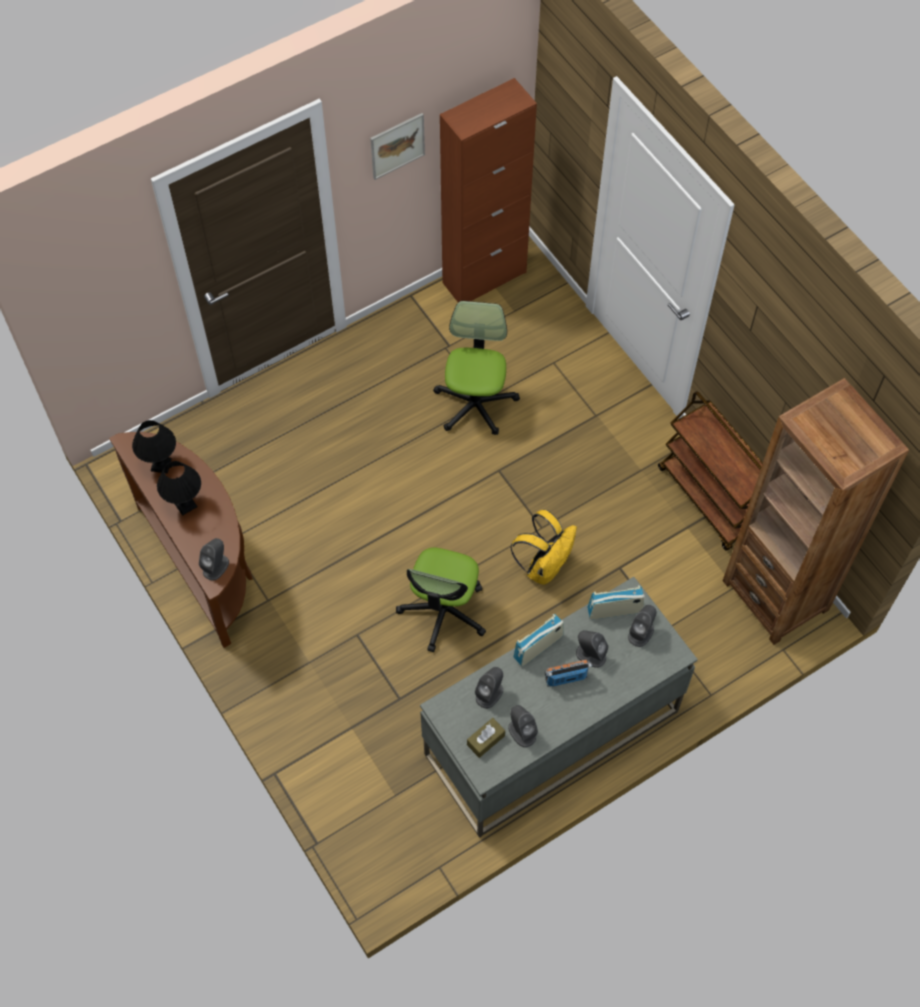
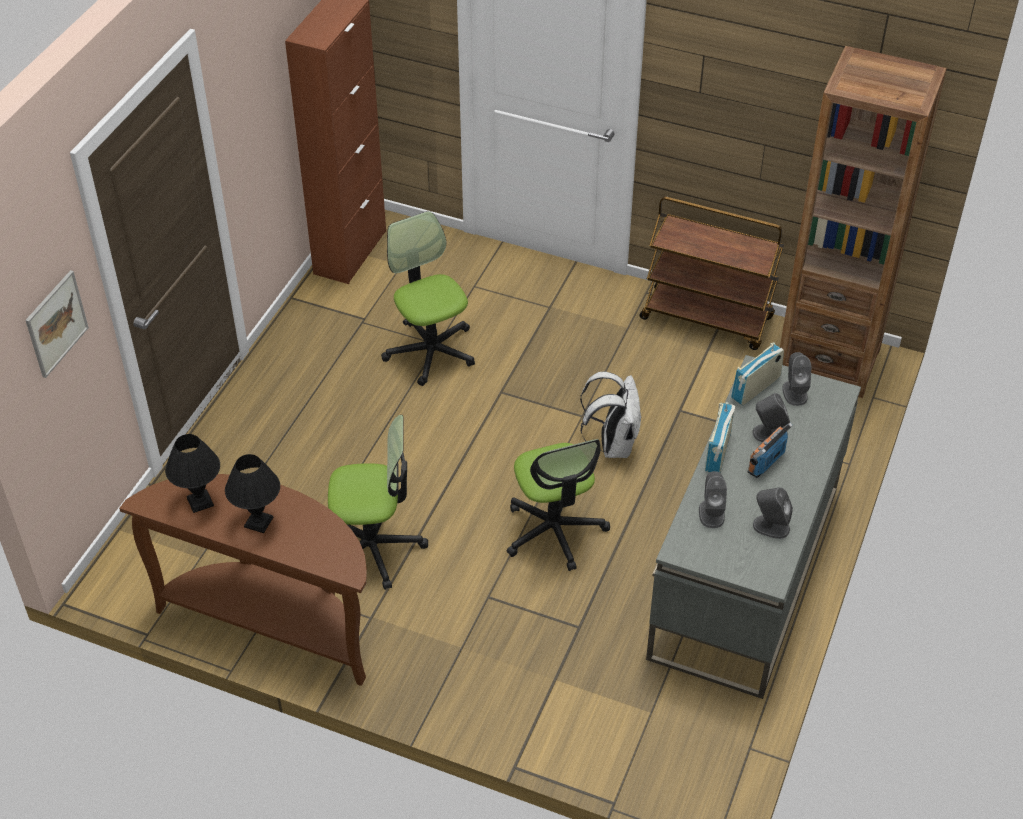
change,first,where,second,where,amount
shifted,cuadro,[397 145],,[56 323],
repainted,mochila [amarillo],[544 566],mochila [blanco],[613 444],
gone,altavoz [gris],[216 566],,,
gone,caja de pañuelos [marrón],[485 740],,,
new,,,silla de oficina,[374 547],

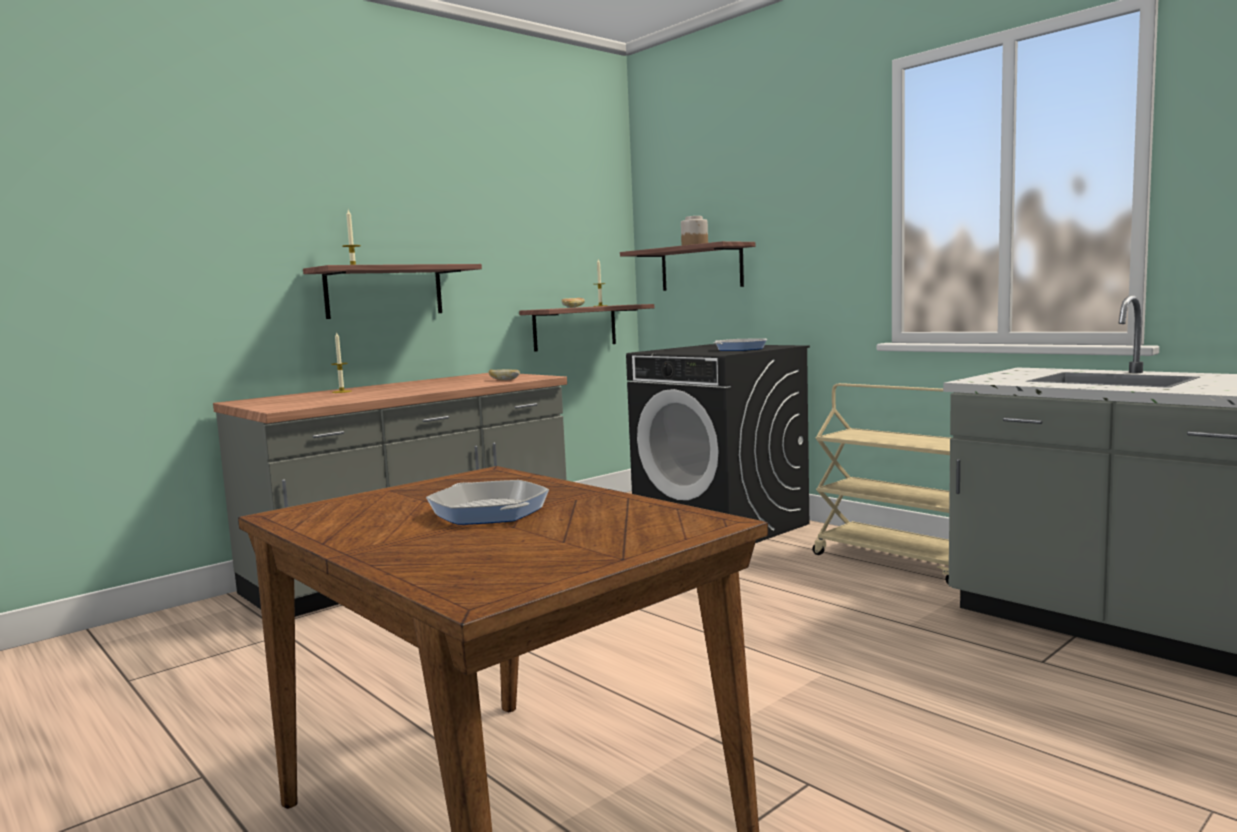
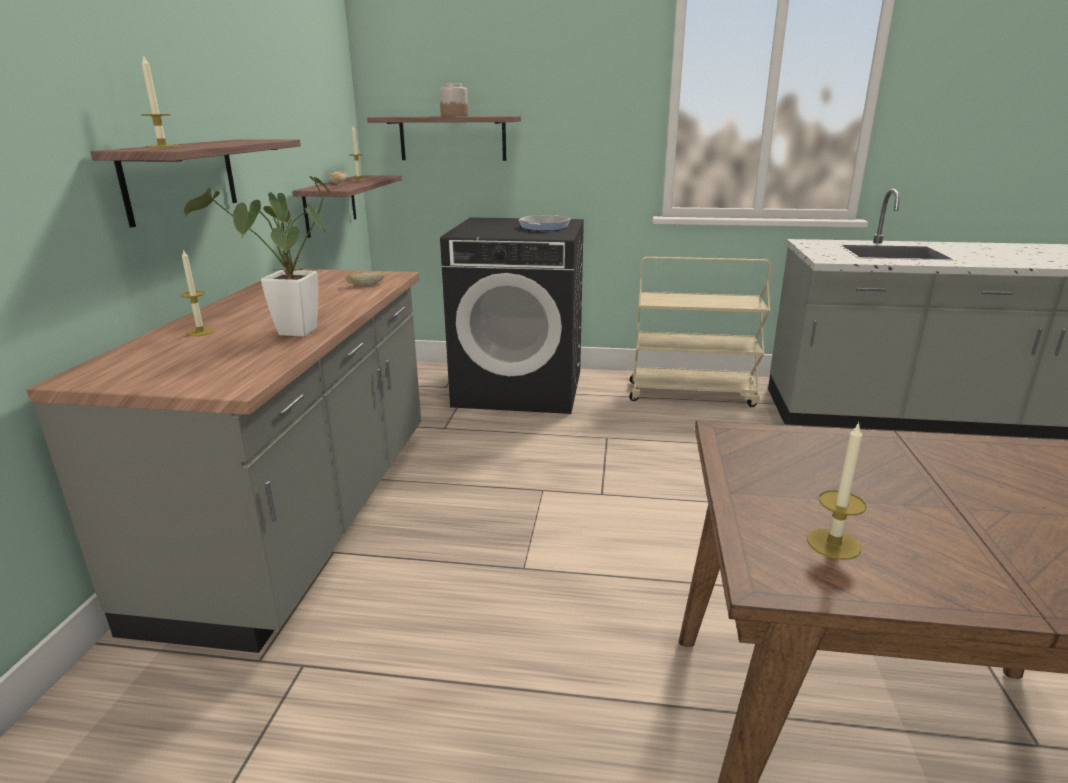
change,first,where,second,where,amount
gone,sartén,[489 511],,,
new,,,planta en maceta,[293 335],
new,,,vela,[833 544],

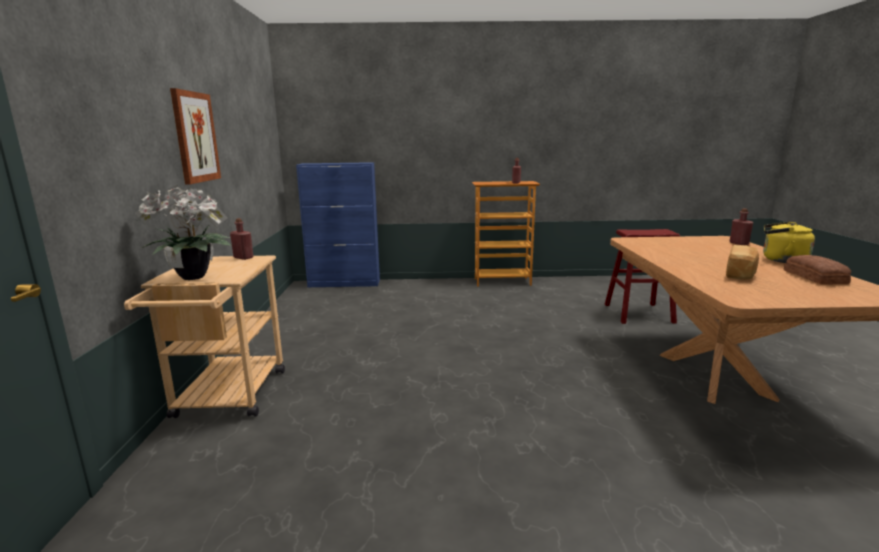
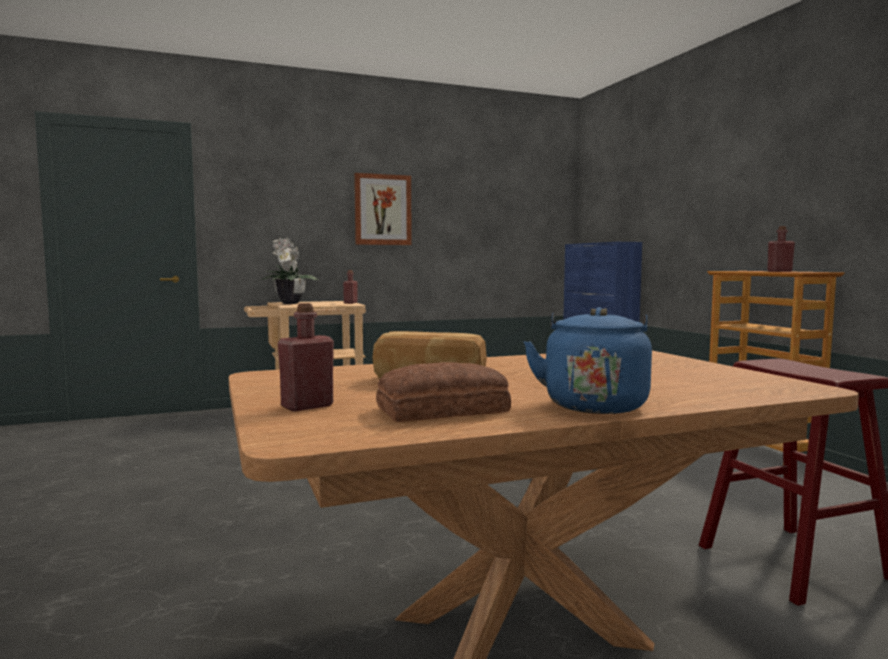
change,first,where,second,where,amount
shifted,botella [rojo],[739 243],,[307 406],
repainted,hervidor [amarillo],[781 260],hervidor [azul],[594 404],

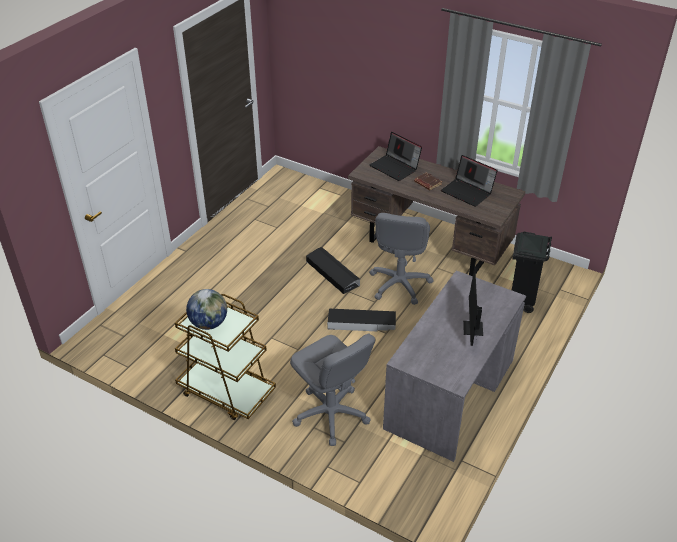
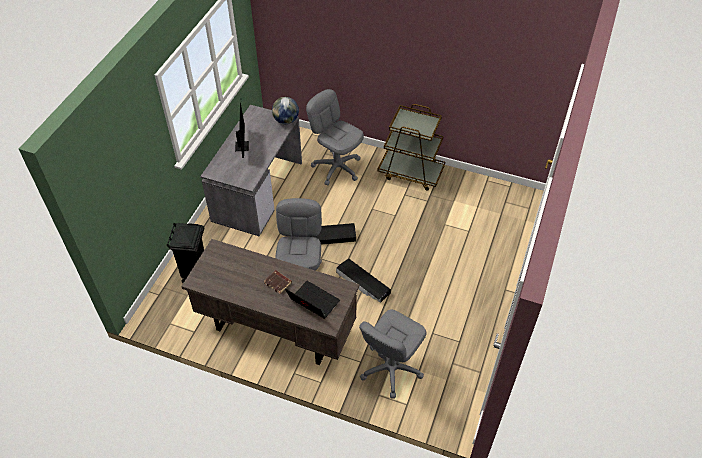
change,first,where,second,where,amount
gone,portátil,[468 192],,,
shifted,globo terráqueo,[209 323],,[286 120],
new,,,silla de oficina [gris],[390 369],

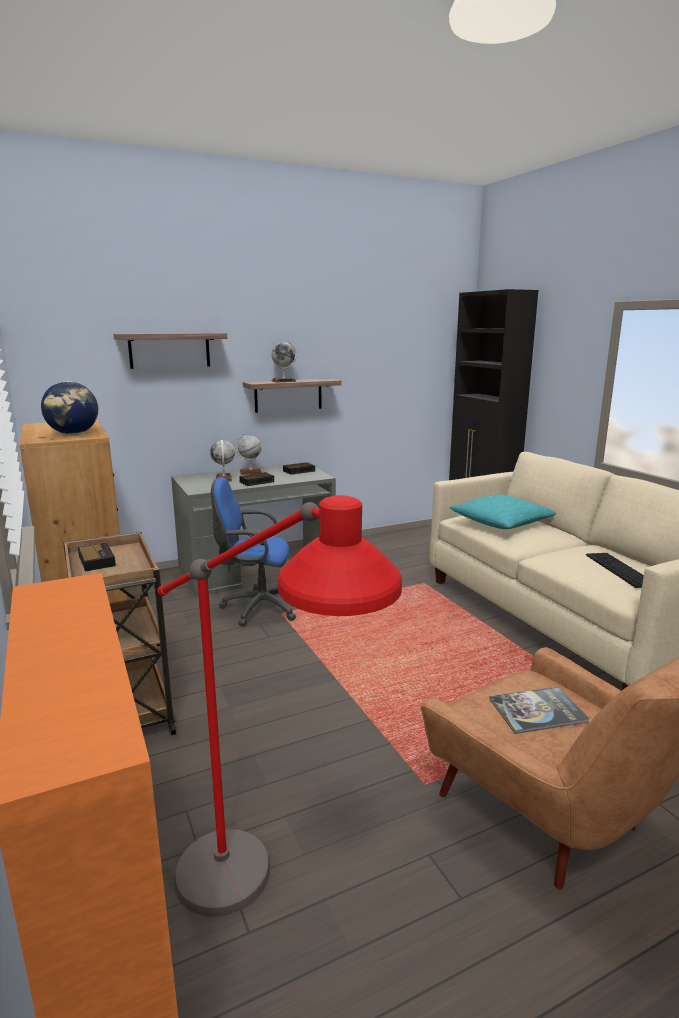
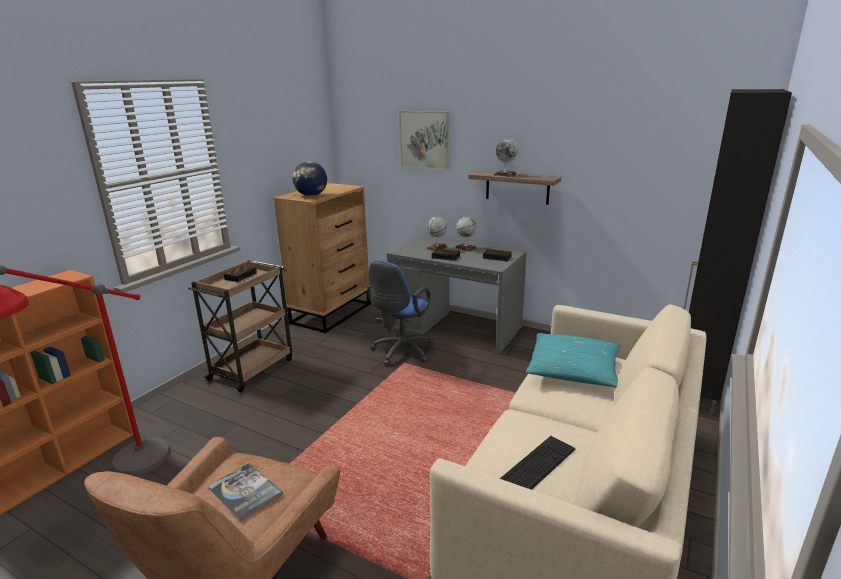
change,first,where,second,where,amount
swapped,estante,[169 350],cuadro,[425 140],
rotated,silla de oficina [azul],[257 608],,[401 352],120 degrees counterclockwise

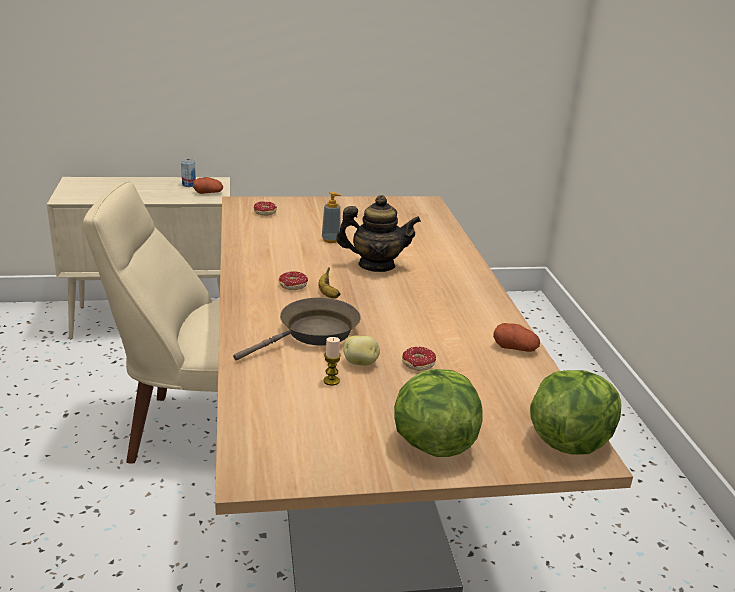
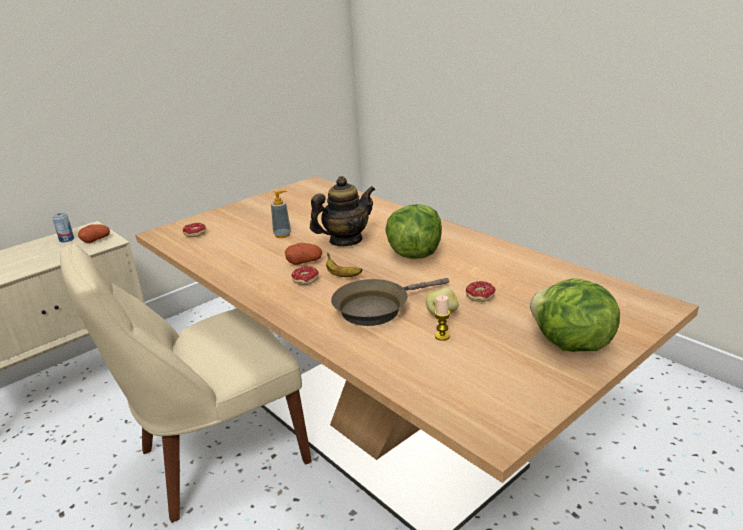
change,first,where,second,where,amount
rotated,sartén [marrón],[313 333],,[376 308],135 degrees counterclockwise
shifted,patata,[515 348],,[304 262],
shifted,lechuga,[569 441],,[414 254],

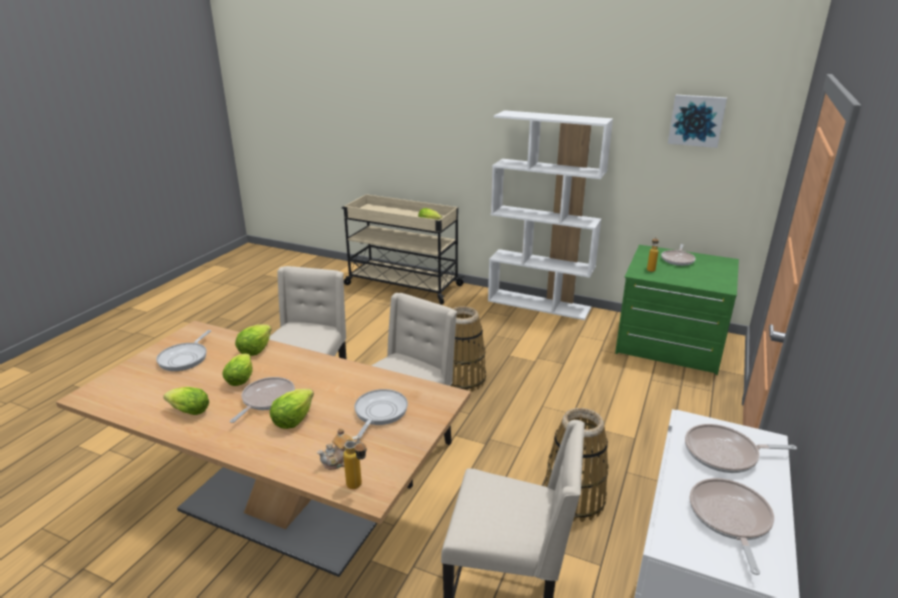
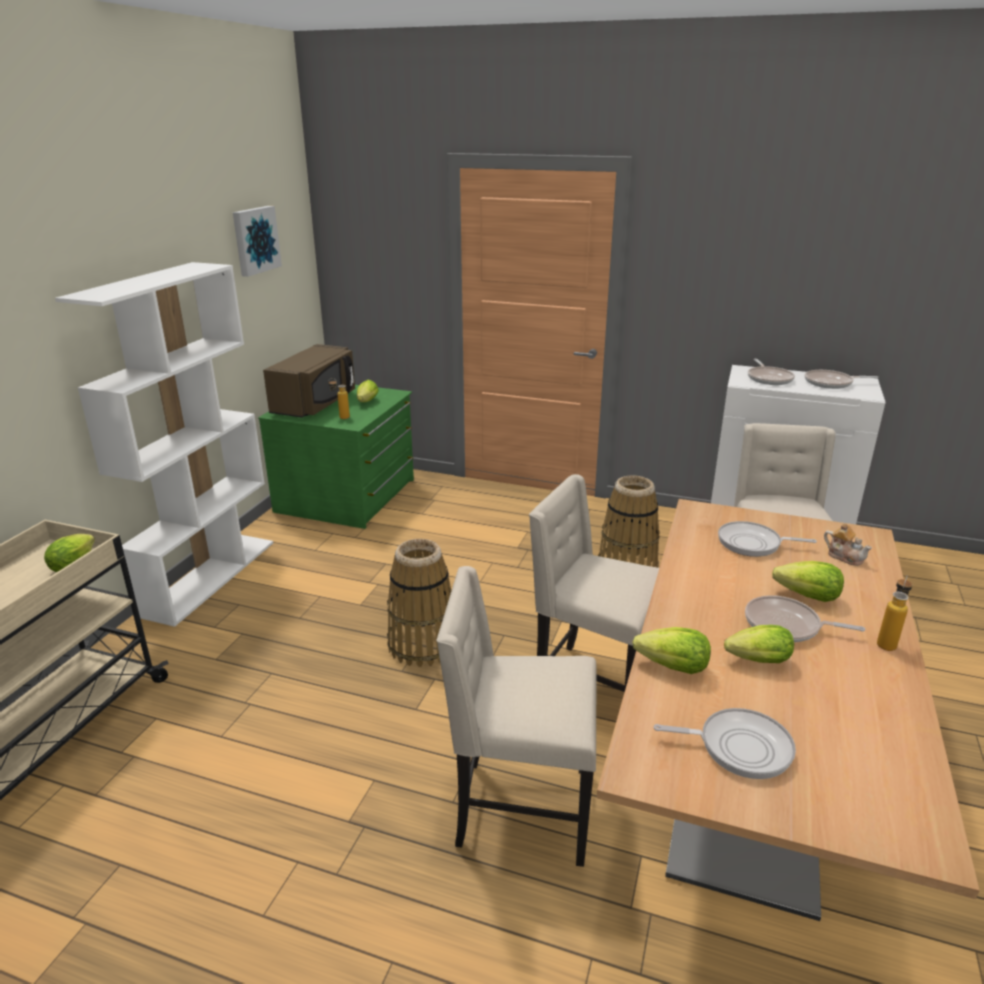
change,first,where,second,where,amount
swapped,sartén,[678 259],microondas [marrón],[316 403],
shifted,lechuga,[187 411],,[366 402],
shifted,botella,[358 487],,[887 642],

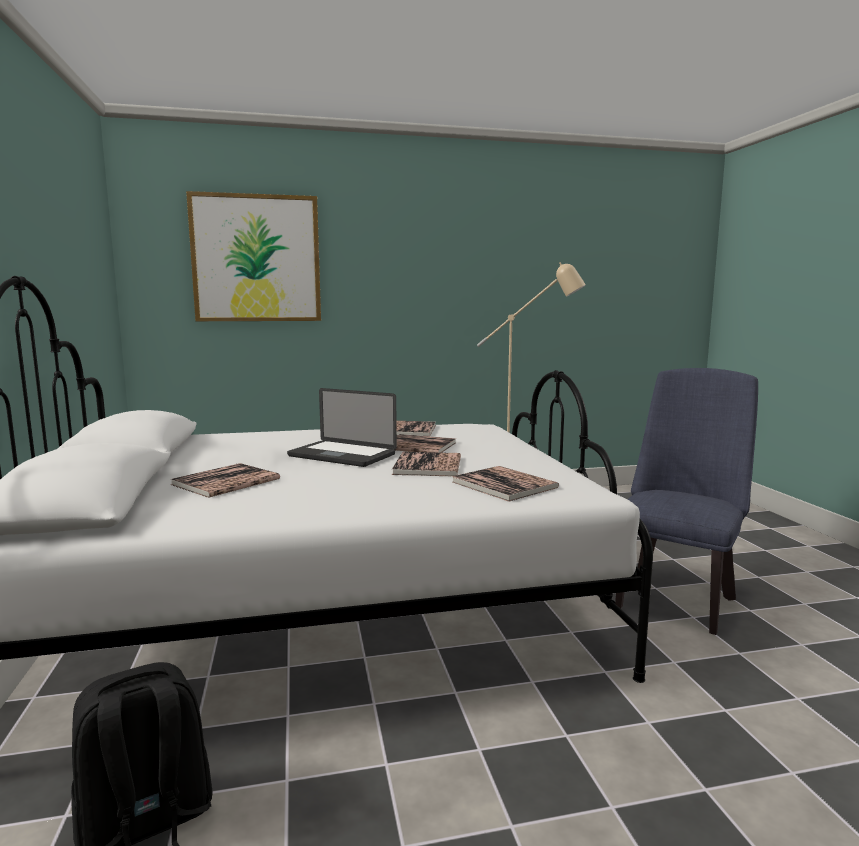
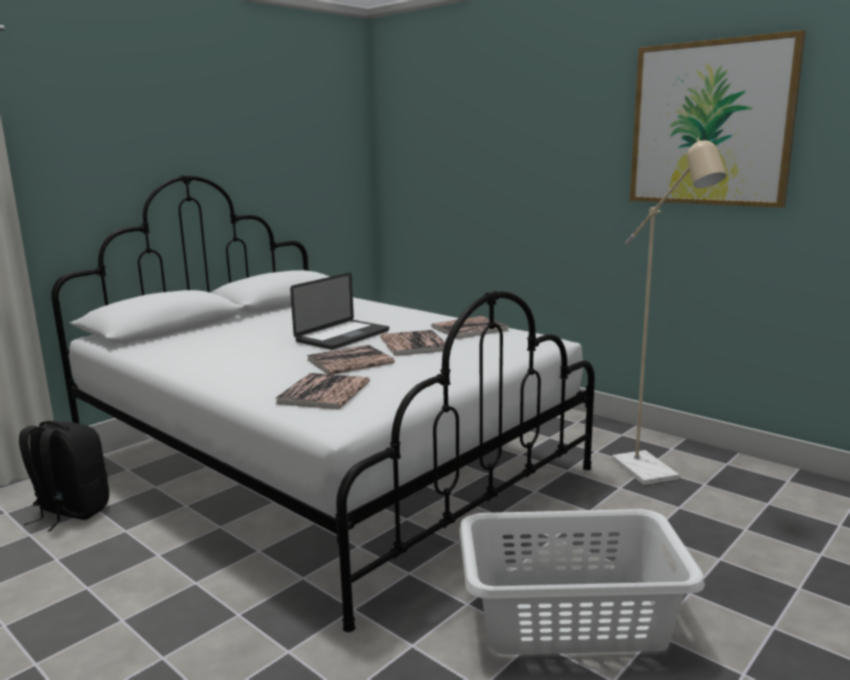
change,first,where,second,where,amount
shifted,cuadro,[256 259],,[710 124],
swapped,silla [azul],[677 598],cesto de la ropa [blanco],[572 618],
rotated,portátil,[342 455],,[343 336],135 degrees counterclockwise
gone,libro,[226 482],,,

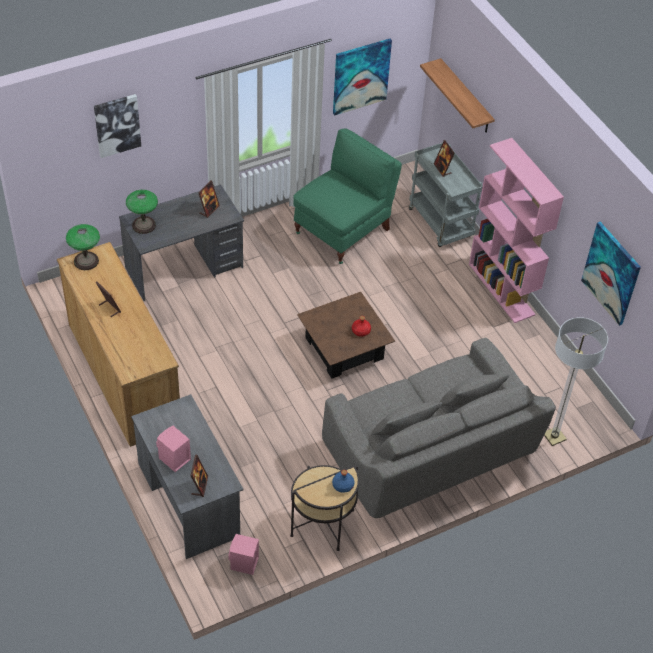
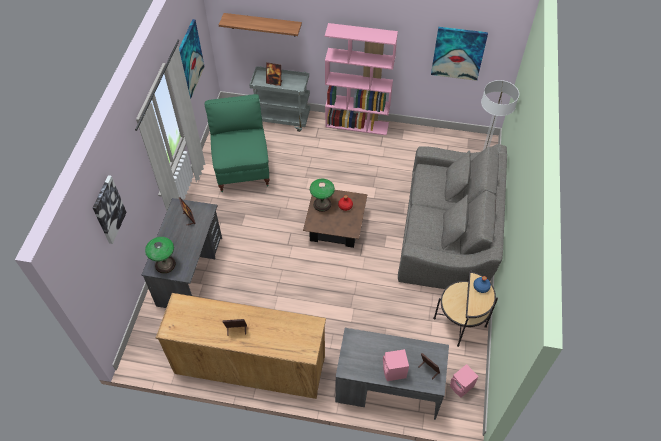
change,first,where,second,where,amount
shifted,lámpara de mesa,[86 261],,[322 204],

